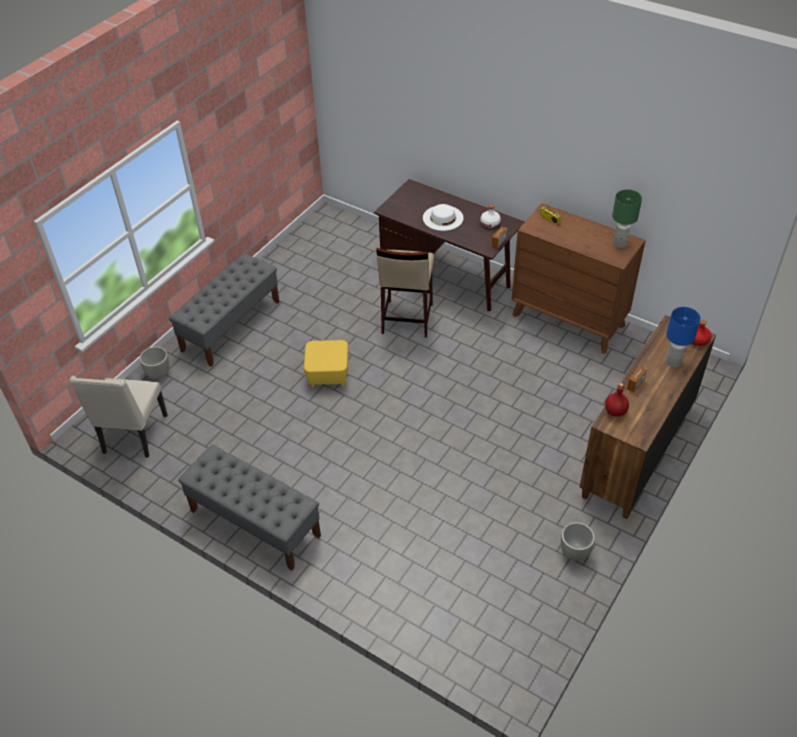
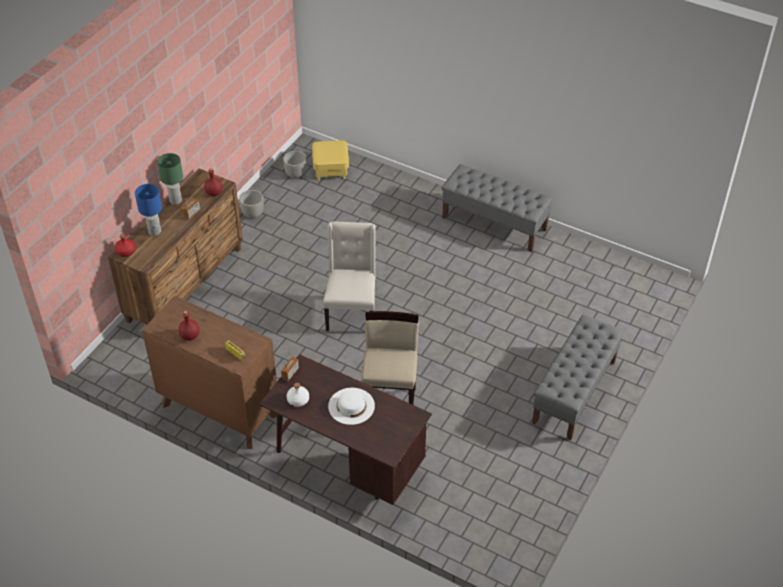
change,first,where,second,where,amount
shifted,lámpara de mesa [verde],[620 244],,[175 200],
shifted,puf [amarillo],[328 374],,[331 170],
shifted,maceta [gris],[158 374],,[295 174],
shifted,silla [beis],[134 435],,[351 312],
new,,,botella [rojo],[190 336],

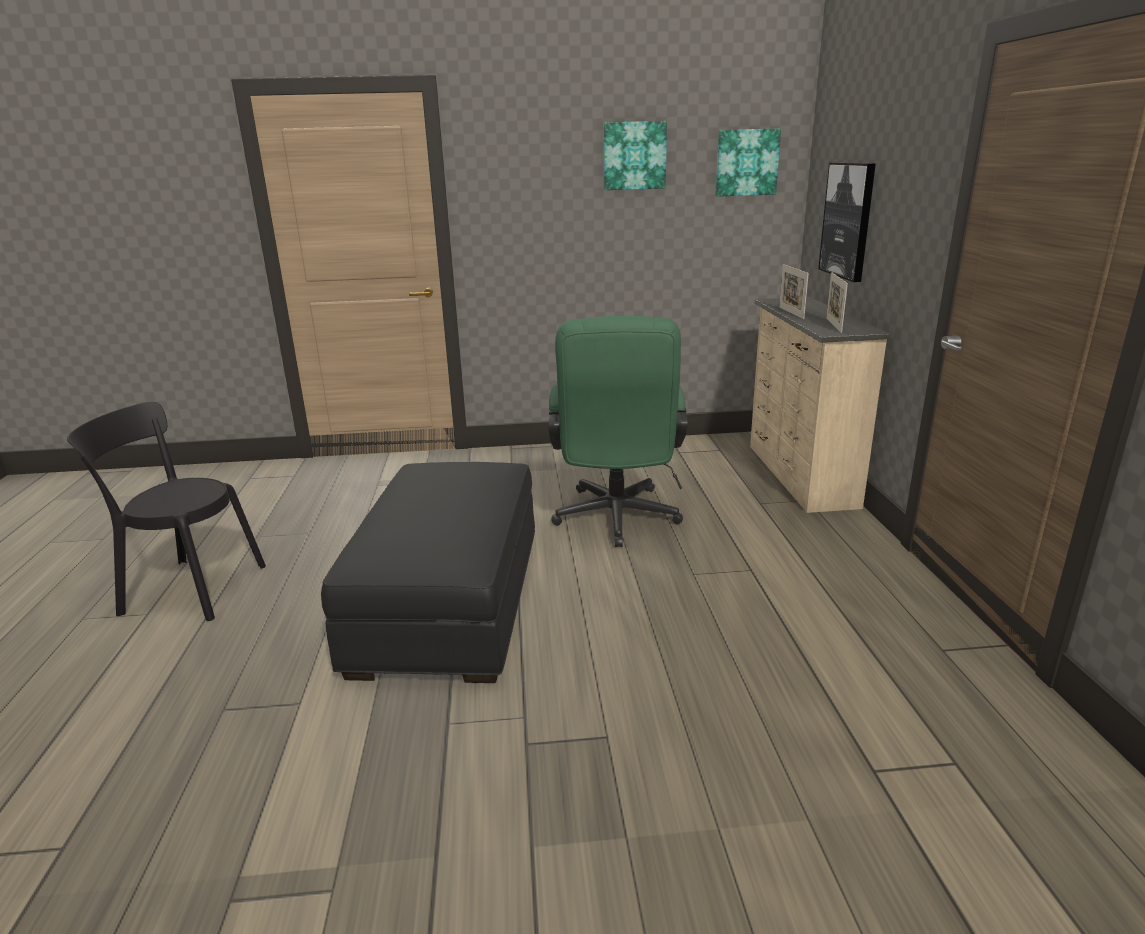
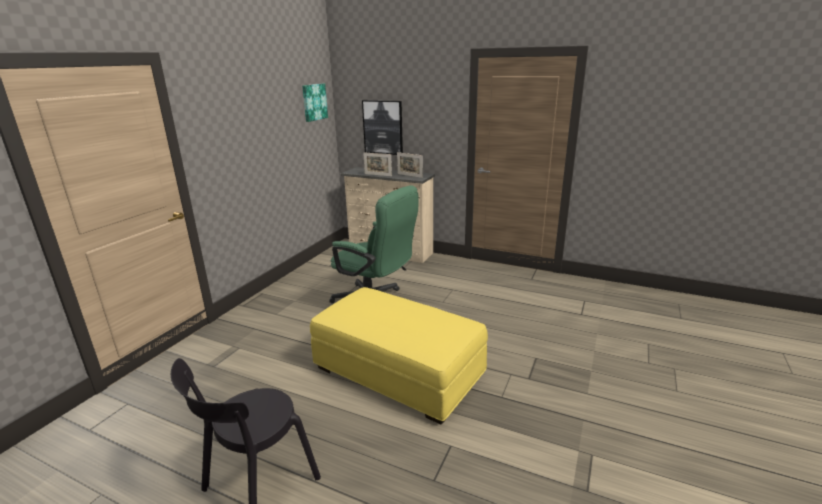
change,first,where,second,where,amount
gone,cuadro,[634 156],,,
repainted,puf [negro],[449 601],puf [amarillo],[398 371],

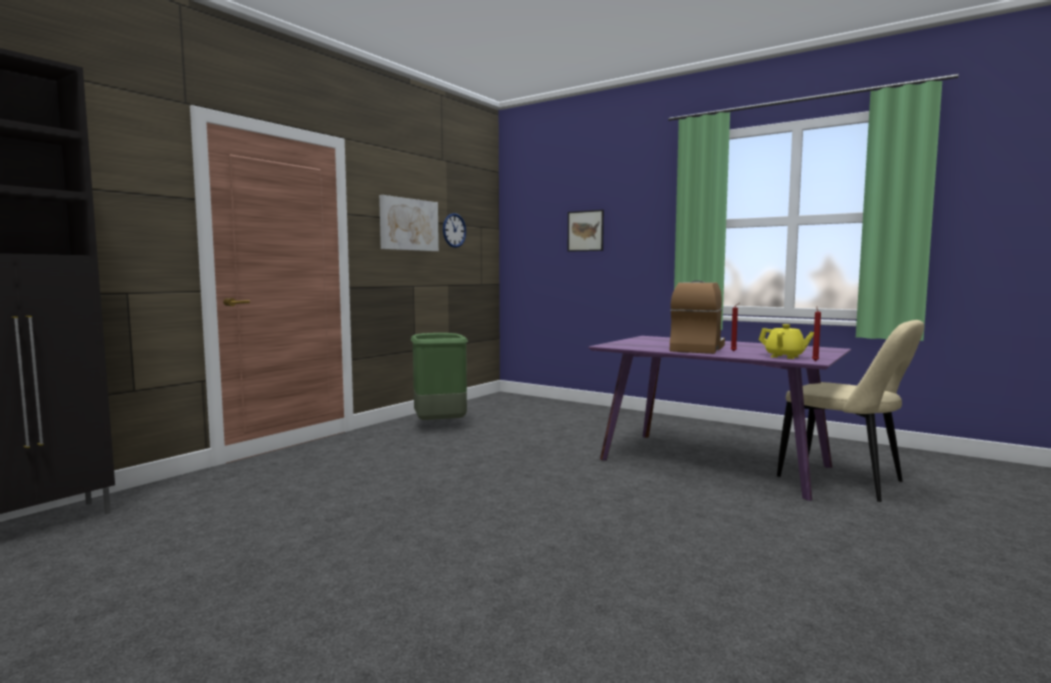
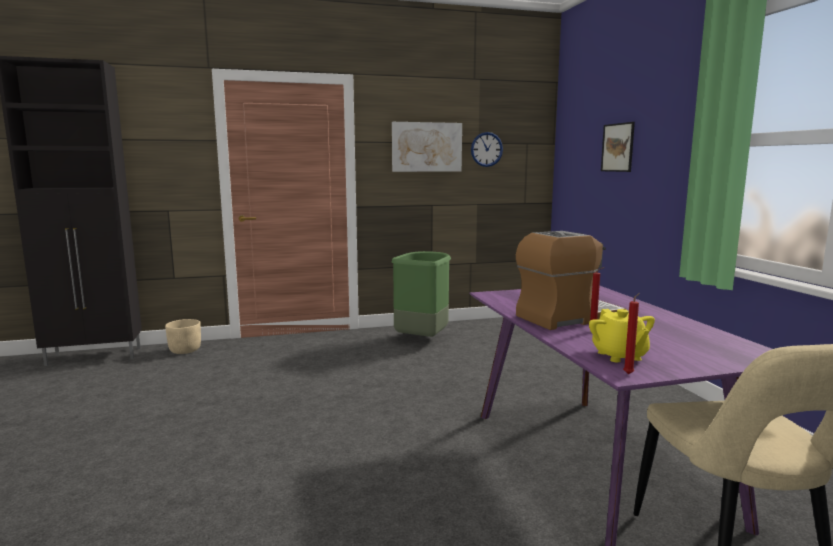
change,first,where,second,where,amount
new,,,maceta [beis],[185 350],

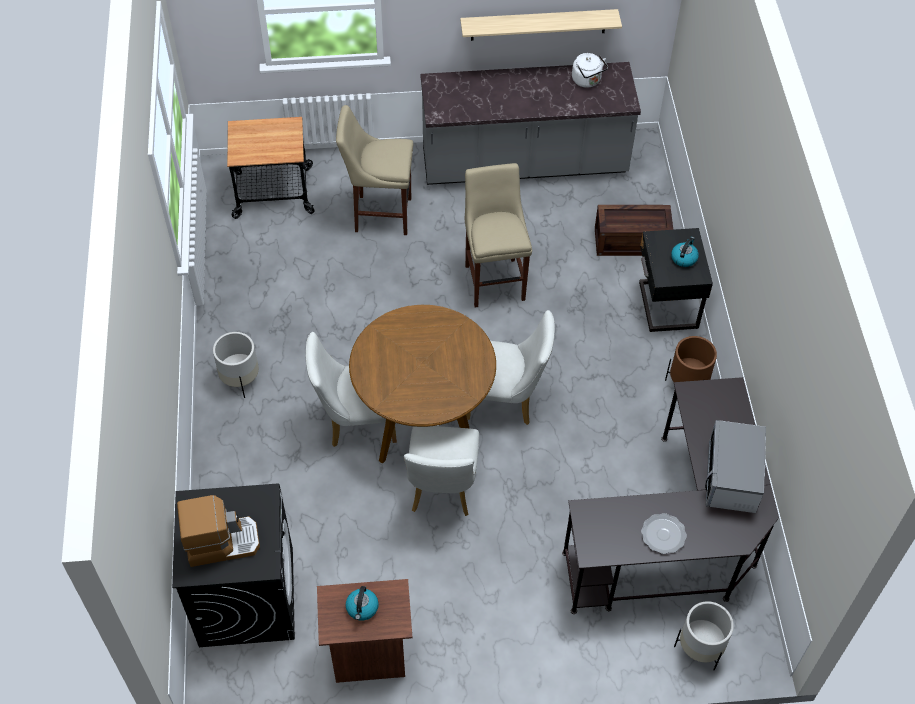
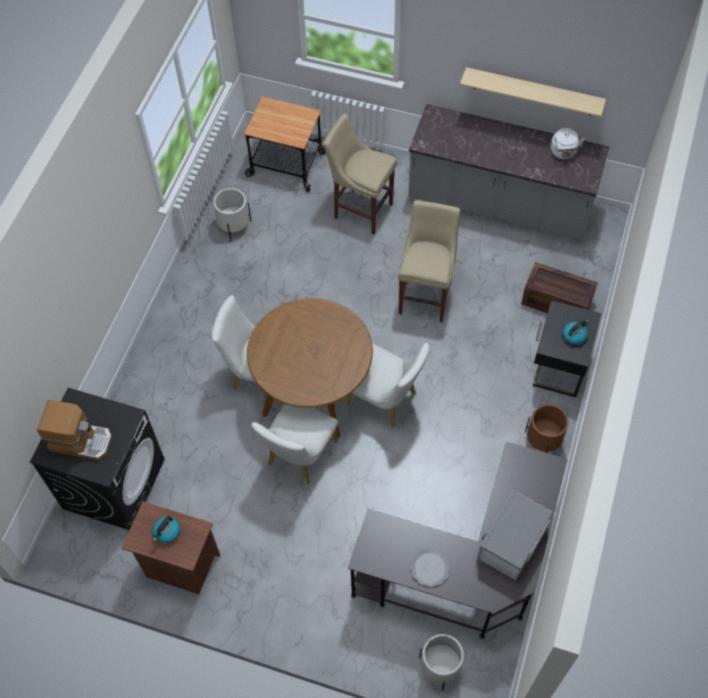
change,first,where,second,where,amount
shifted,maceta [blanco],[240 379],,[234 227],

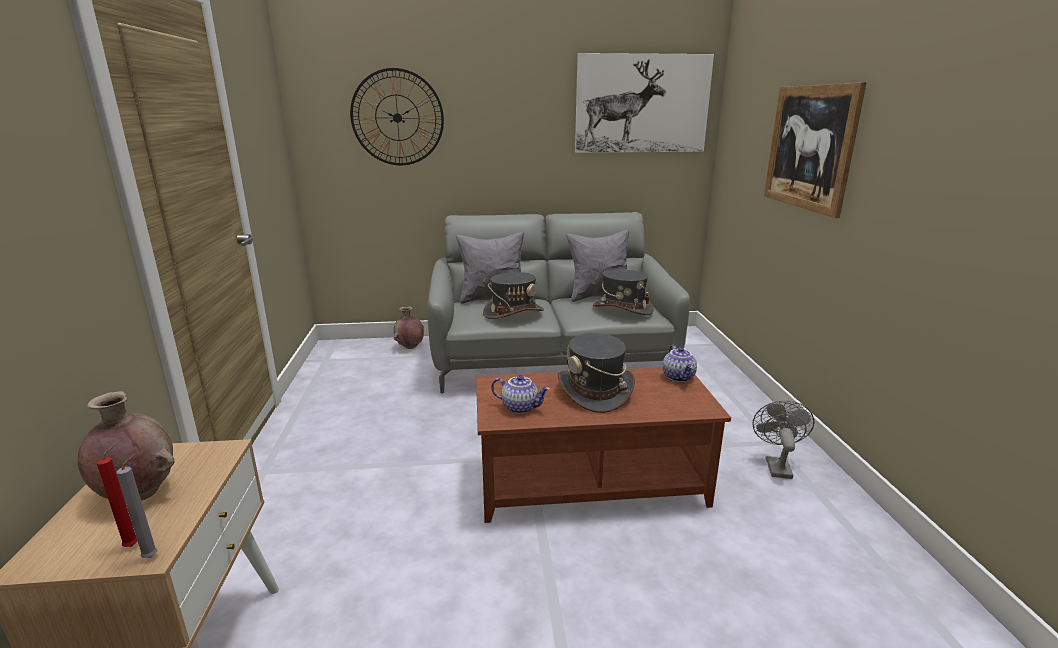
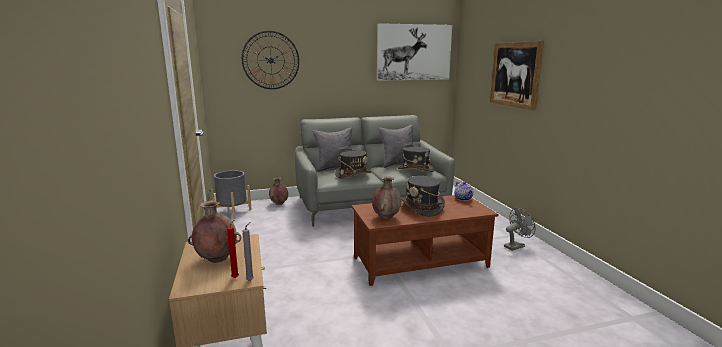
change,first,where,second,where,amount
swapped,tetera,[520 407],florero [marrón],[386 217],
rotated,ventilador [gris],[776 465],,[516 246],60 degrees clockwise
new,,,maceta [gris],[232 212],

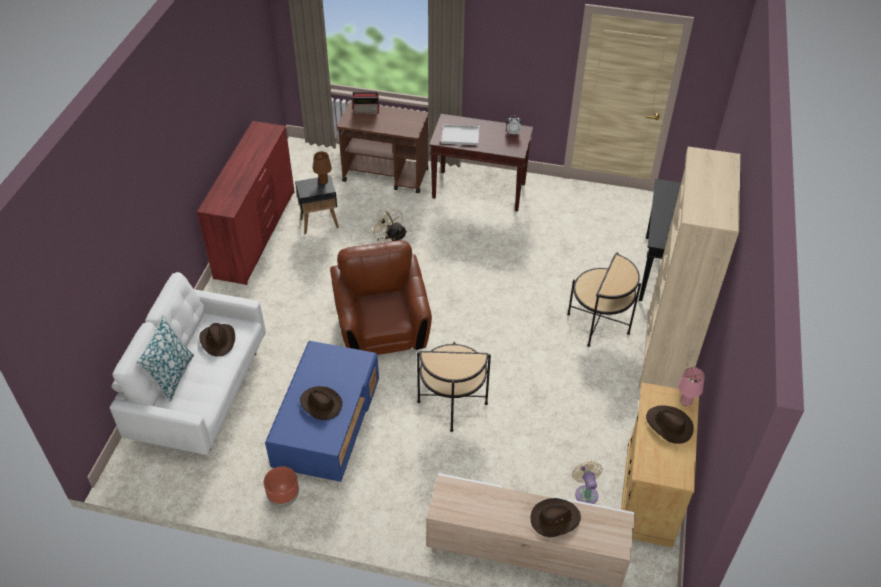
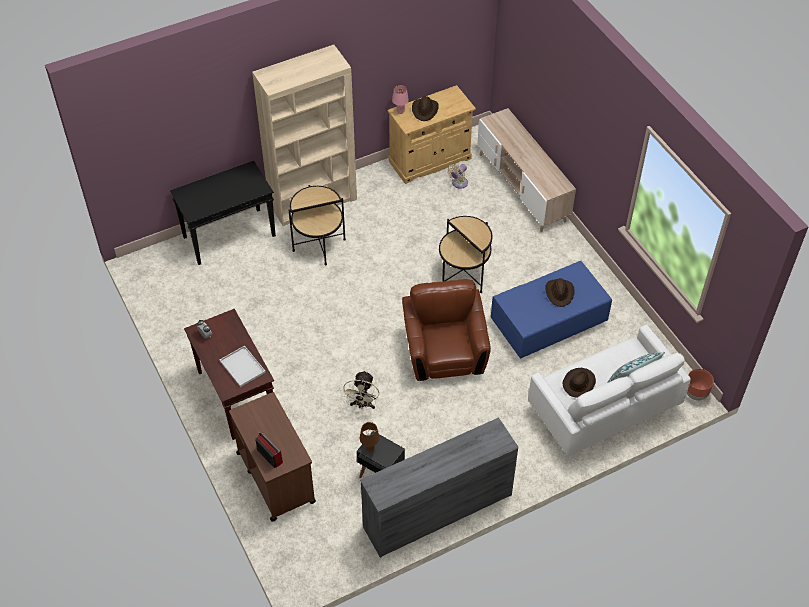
change,first,where,second,where,amount
repainted,cómoda [rojo],[256 233],cómoda [gris],[437 511],
rotated,sillón [marrón],[382 329],,[444 352],135 degrees clockwise
shifted,maceta [marrón],[283 498],,[695 394],
gone,sombrero [marrón],[555 519],,,

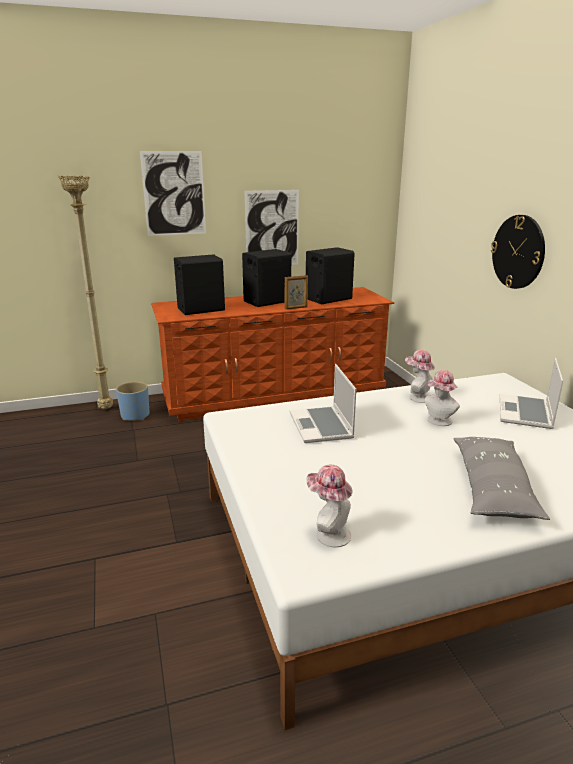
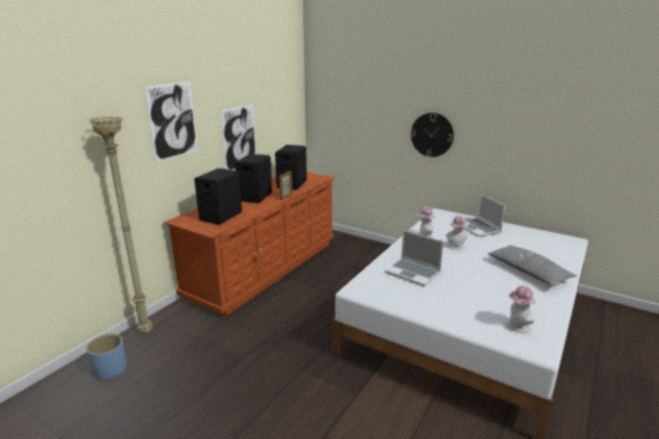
change,first,where,second,where,amount
shifted,maceta [azul],[135 415],,[111 370],

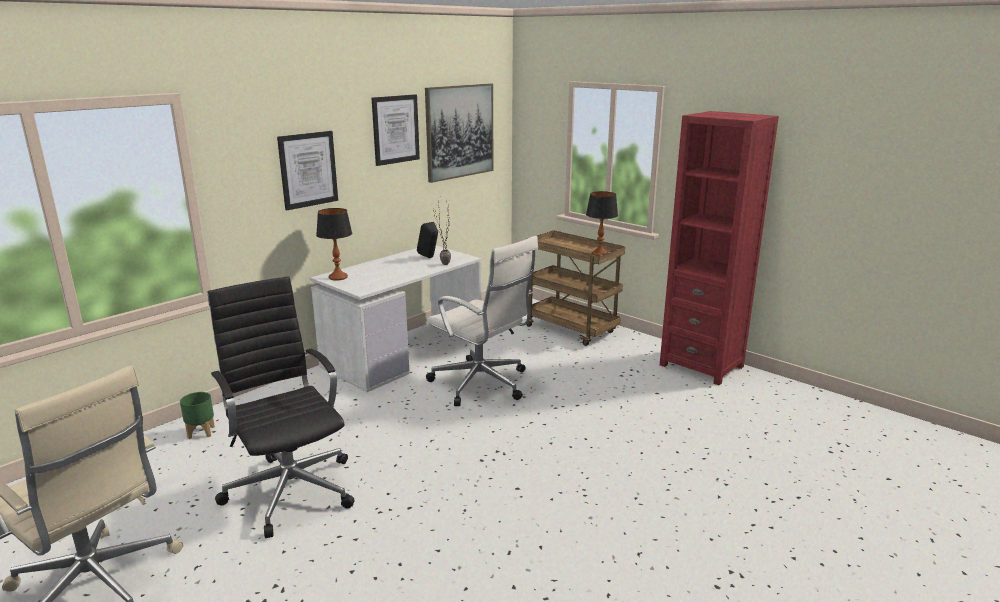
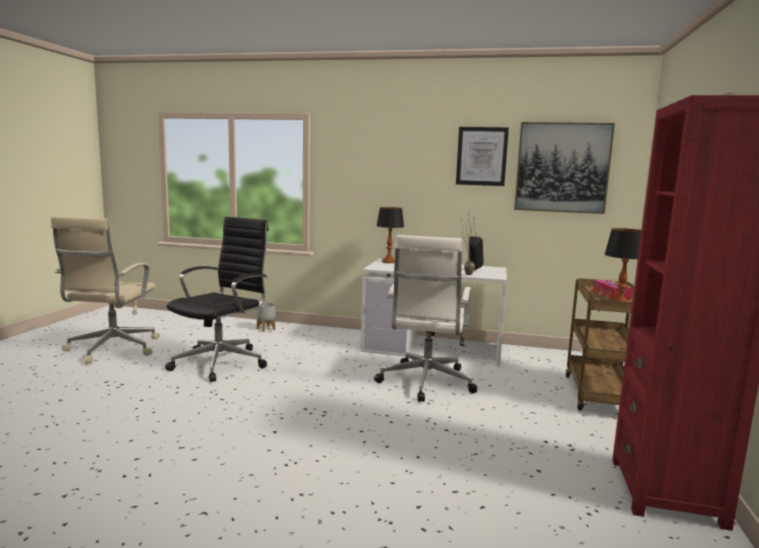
change,first,where,second,where,amount
gone,cuadro,[308 169],,,
repainted,maceta [verde],[201 432],maceta [gris],[266 329],
new,,,caja de pañuelos,[611 296],

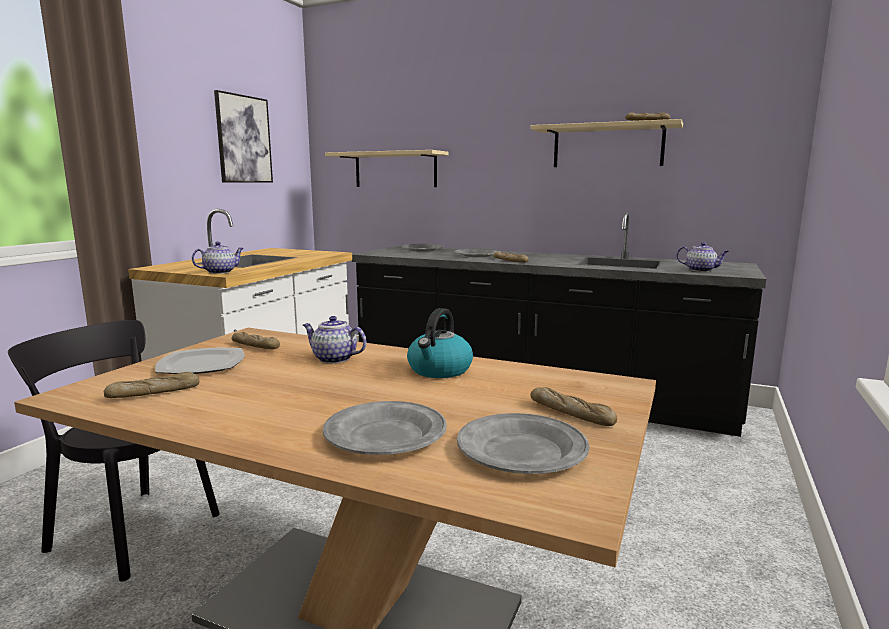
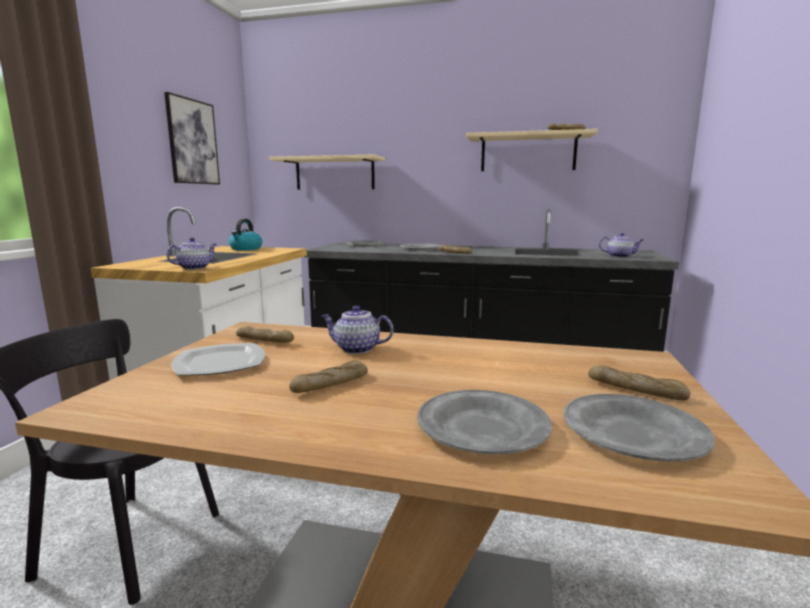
change,first,where,second,where,amount
shifted,hervidor,[439 370],,[246 249],
shifted,pan,[154 393],,[331 384],

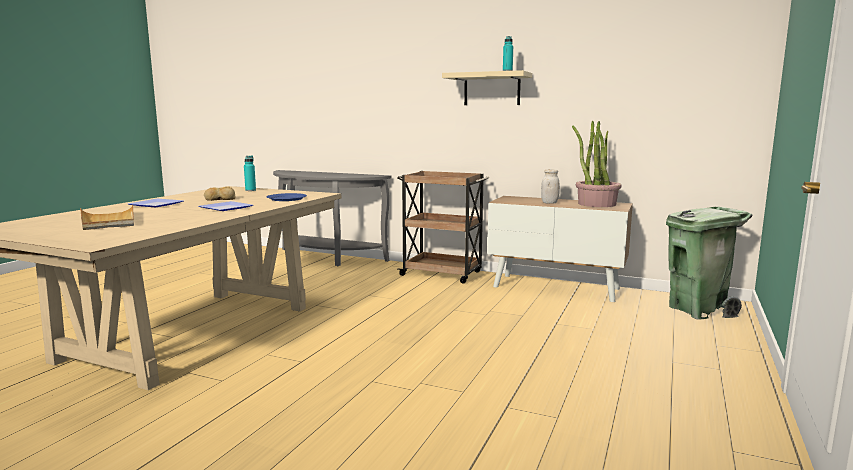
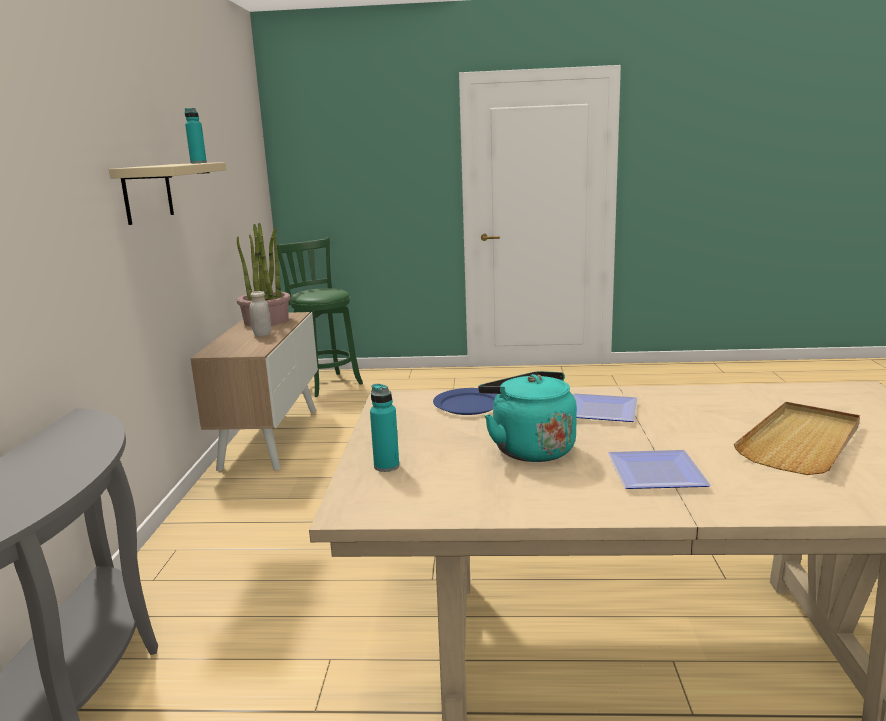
change,first,where,second,where,amount
gone,carrito [marrón],[442 274],,,
swapped,pan,[220 199],hervidor [turquesa],[529 448],
swapped,papelera [verde],[698 310],taburete [verde],[326 384],

